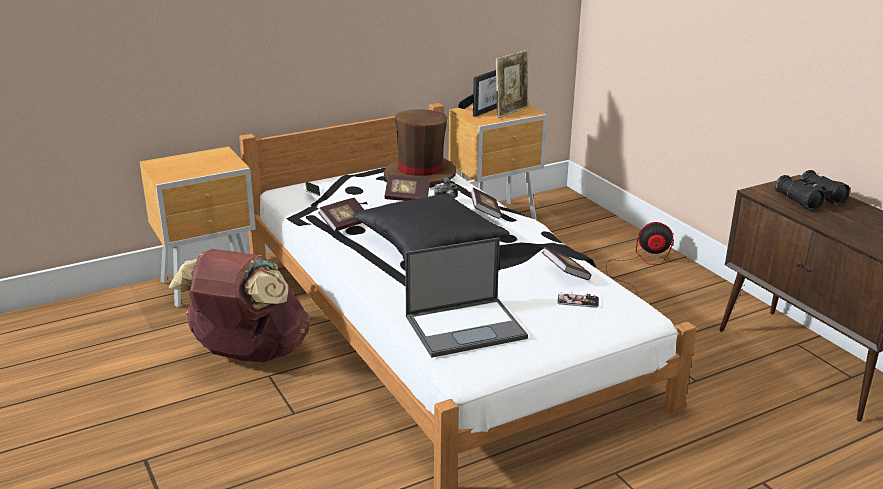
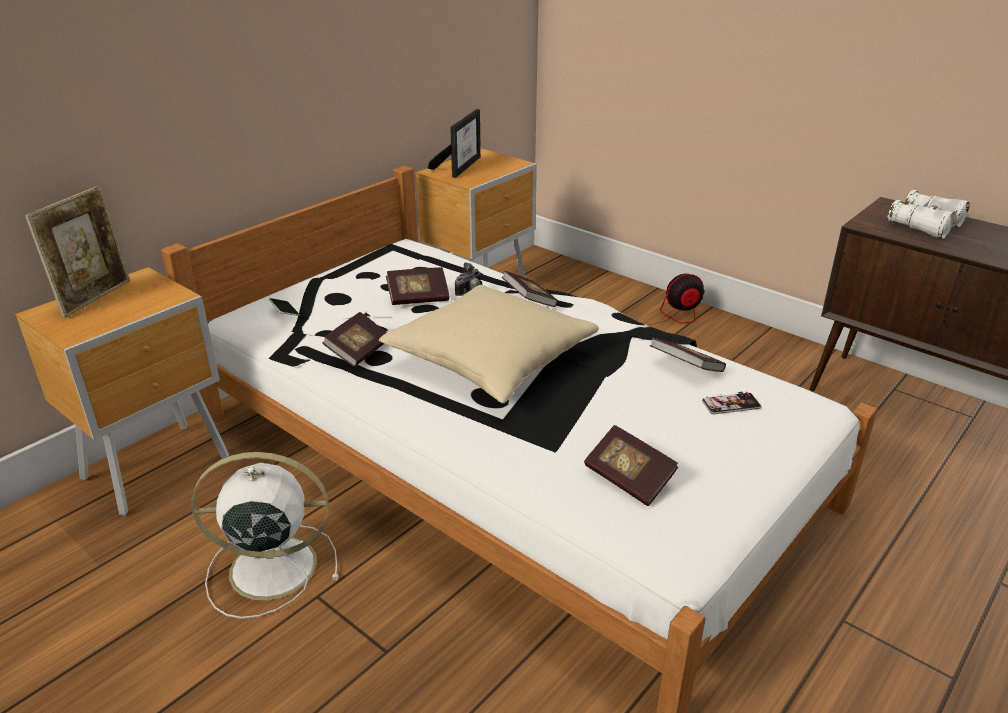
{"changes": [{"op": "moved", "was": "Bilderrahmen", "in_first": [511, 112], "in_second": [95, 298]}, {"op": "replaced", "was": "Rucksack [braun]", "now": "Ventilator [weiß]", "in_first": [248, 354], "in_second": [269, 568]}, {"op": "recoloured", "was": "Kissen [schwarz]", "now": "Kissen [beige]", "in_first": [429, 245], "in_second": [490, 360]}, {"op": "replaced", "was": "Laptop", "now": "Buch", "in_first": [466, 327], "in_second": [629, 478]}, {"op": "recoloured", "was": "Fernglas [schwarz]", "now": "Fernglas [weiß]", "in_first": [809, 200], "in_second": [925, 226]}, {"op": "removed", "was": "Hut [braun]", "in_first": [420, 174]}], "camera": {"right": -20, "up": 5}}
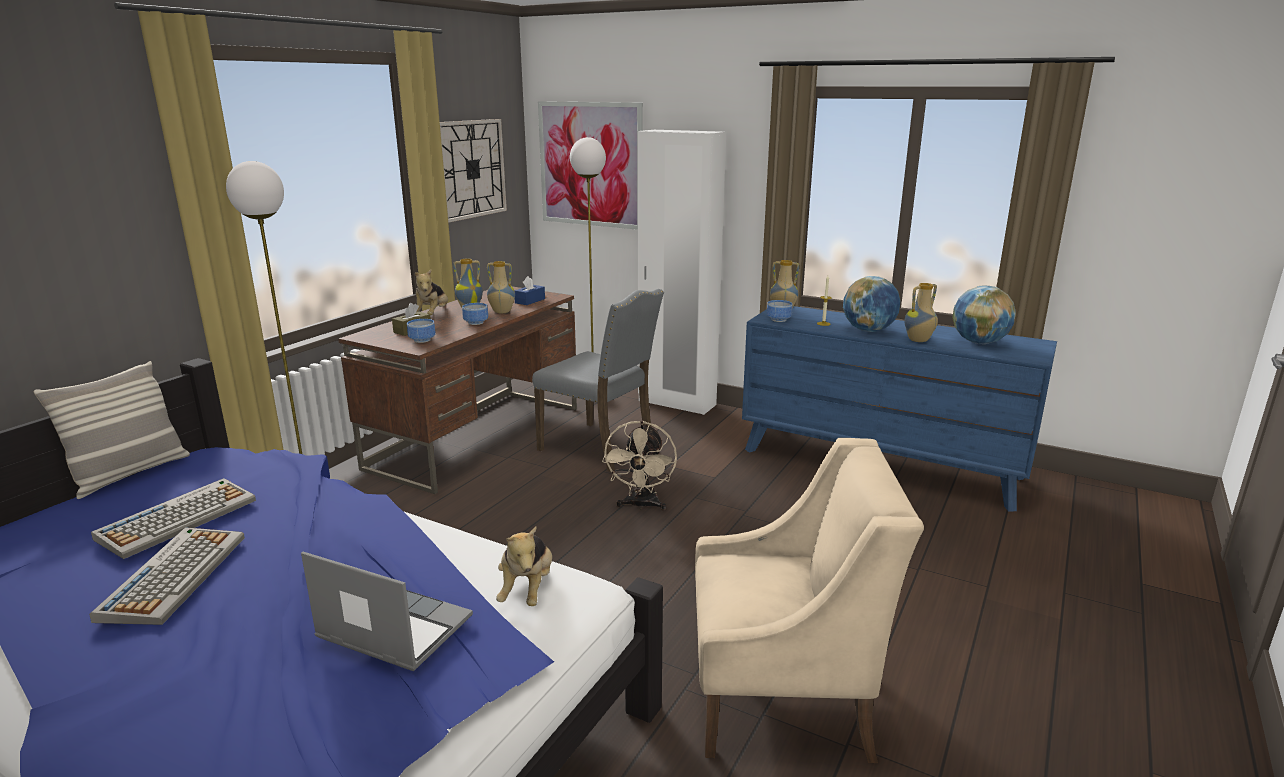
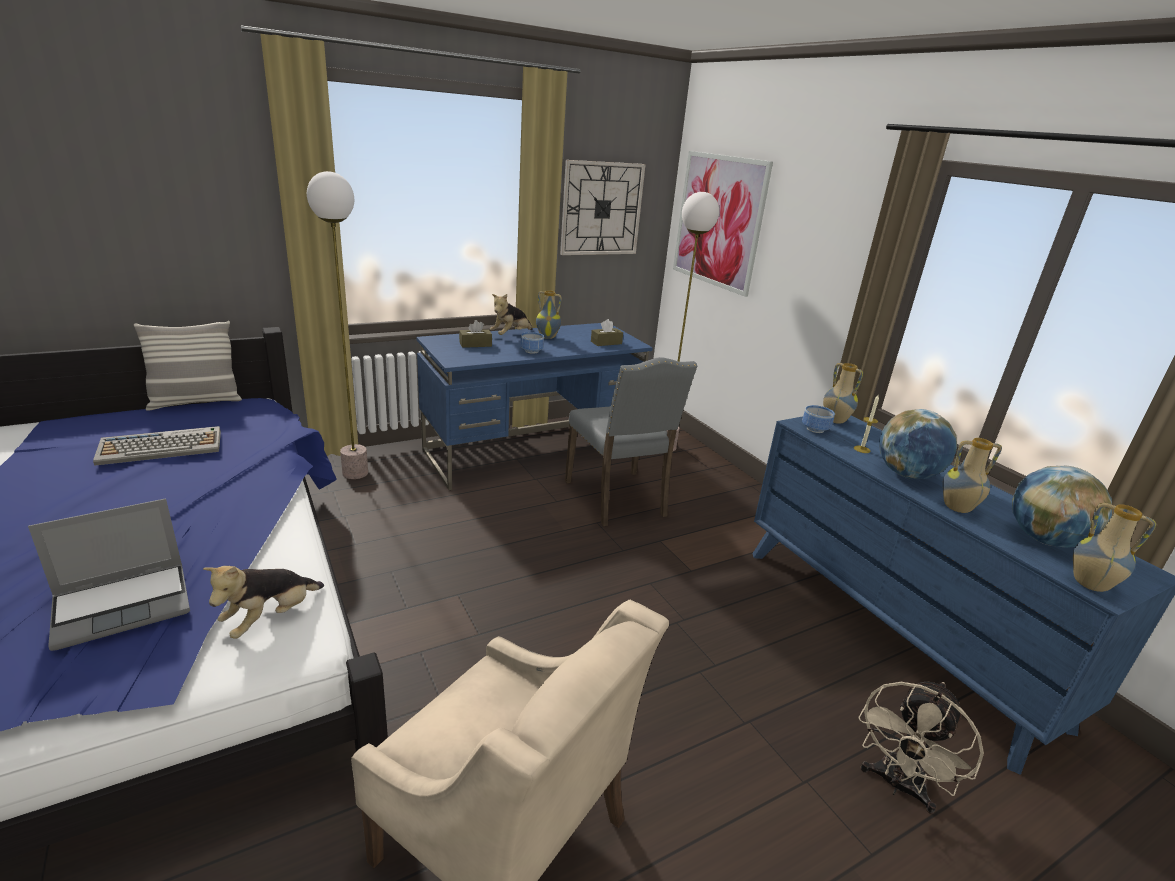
{"changes": [{"op": "turned", "was": "Laptop", "in_first": [392, 629], "in_second": [124, 604], "clockwise": 90}, {"op": "recoloured", "was": "Schreibtisch [braun]", "now": "Schreibtisch [blau]", "in_first": [478, 437], "in_second": [533, 452]}, {"op": "recoloured", "was": "Taschentuchbox [blau]", "now": "Taschentuchbox [braun]", "in_first": [530, 301], "in_second": [606, 343]}, {"op": "moved", "was": "Ventilator [beige]", "in_first": [641, 505], "in_second": [897, 786]}, {"op": "moved", "was": "Vase", "in_first": [501, 312], "in_second": [1089, 585]}, {"op": "removed", "was": "Tastatur", "in_first": [174, 575]}, {"op": "removed", "was": "Schüssel", "in_first": [422, 340]}, {"op": "removed", "was": "Kleiderschrank [weiß]", "in_first": [676, 403]}], "camera": {"right": 30, "up": 5}}
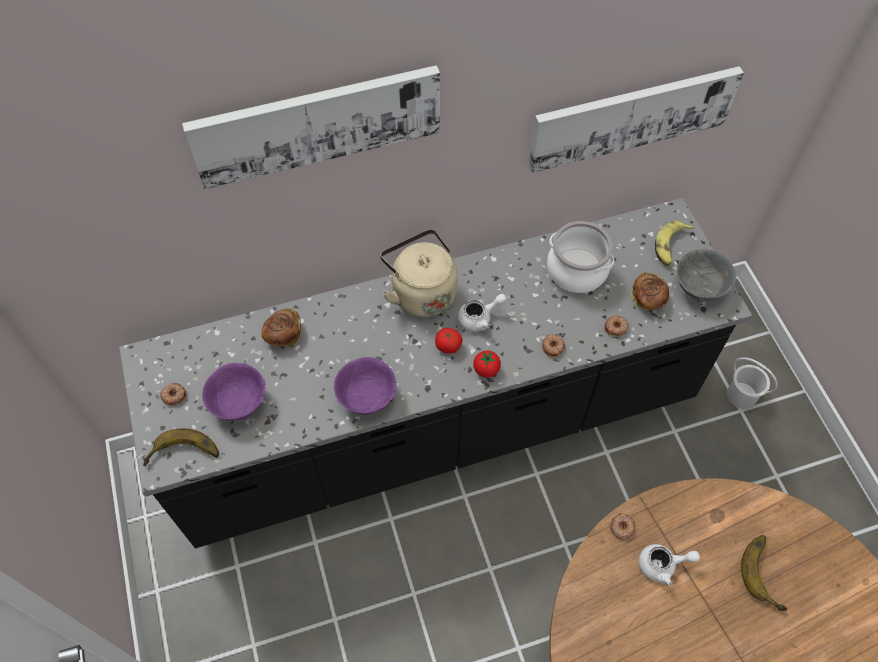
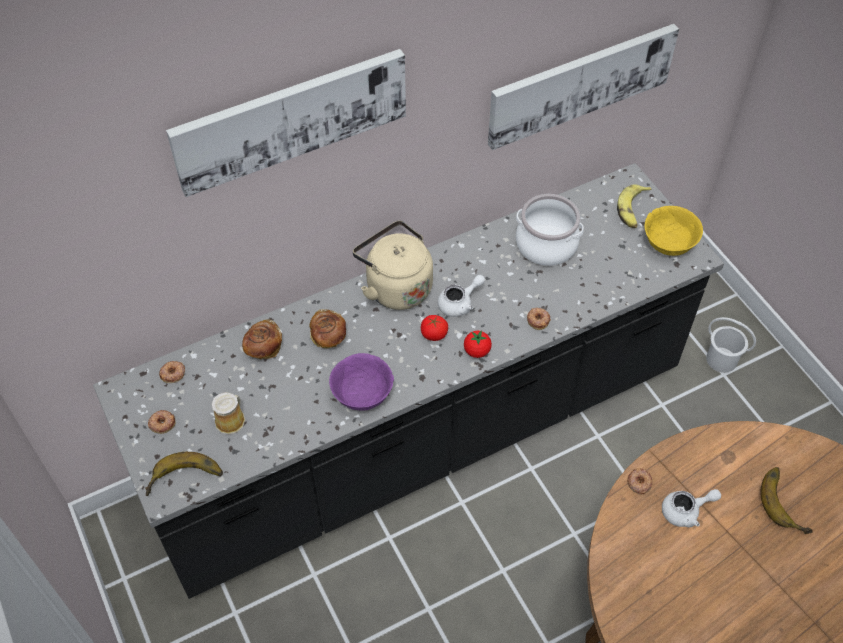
{"changes": [{"op": "moved", "was": "Donut", "in_first": [616, 327], "in_second": [173, 373]}, {"op": "replaced", "was": "Schüssel [lila]", "now": "Henkelbecher", "in_first": [238, 402], "in_second": [231, 419]}, {"op": "moved", "was": "Brot", "in_first": [648, 298], "in_second": [328, 336]}, {"op": "recoloured", "was": "Schüssel [grau]", "now": "Schüssel [gelb]", "in_first": [699, 287], "in_second": [668, 244]}], "camera": {"right": -10, "up": -5}}
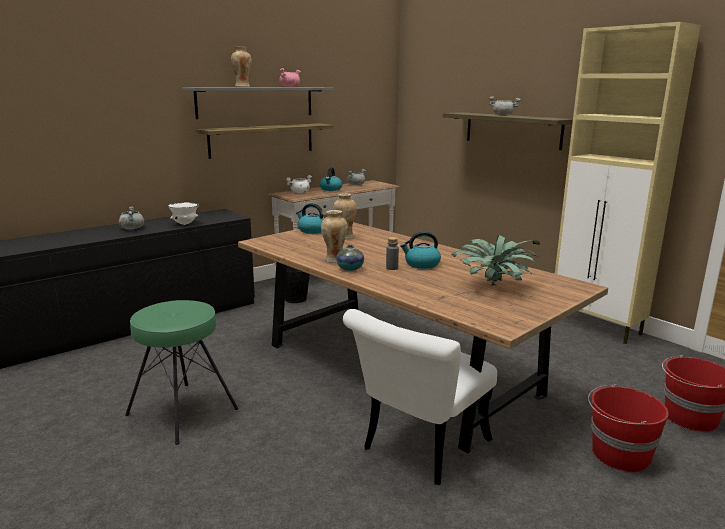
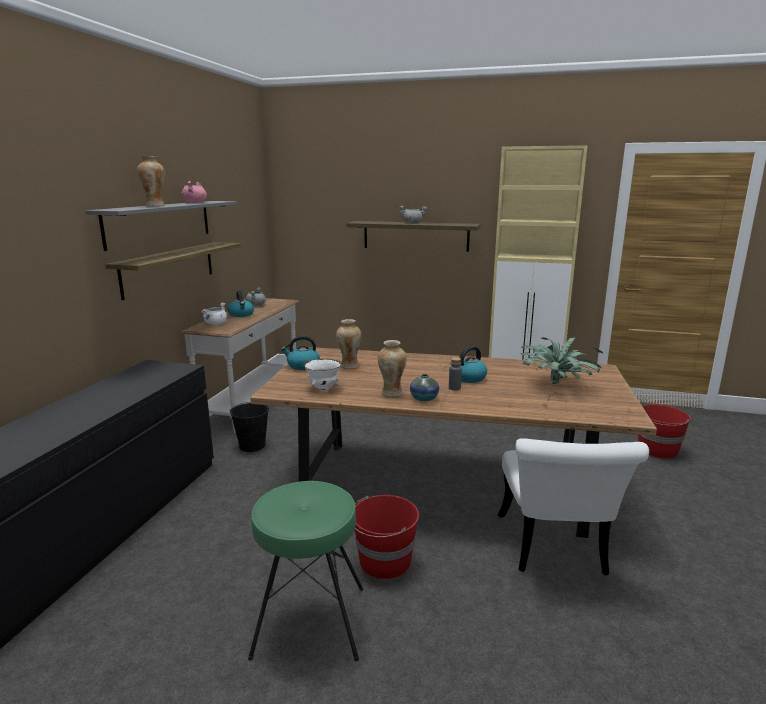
{"changes": [{"op": "moved", "was": "Schüssel [weiß]", "in_first": [185, 224], "in_second": [324, 388]}, {"op": "moved", "was": "Eimer [rot]", "in_first": [619, 455], "in_second": [384, 562]}, {"op": "removed", "was": "Kochtopf [grau]", "in_first": [132, 228]}], "camera": {"right": -35, "up": 0}}
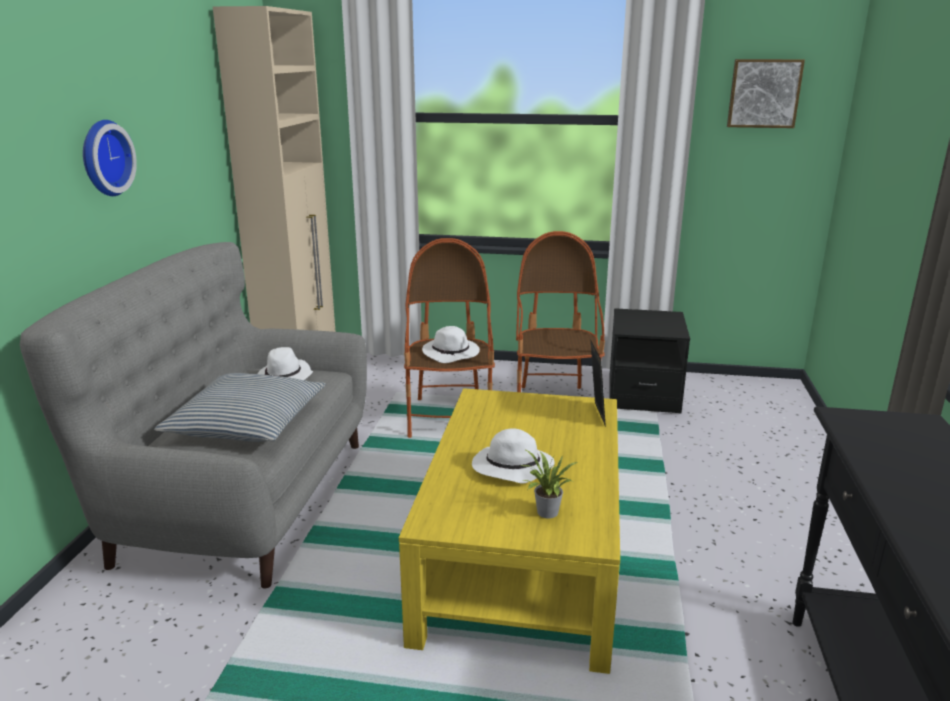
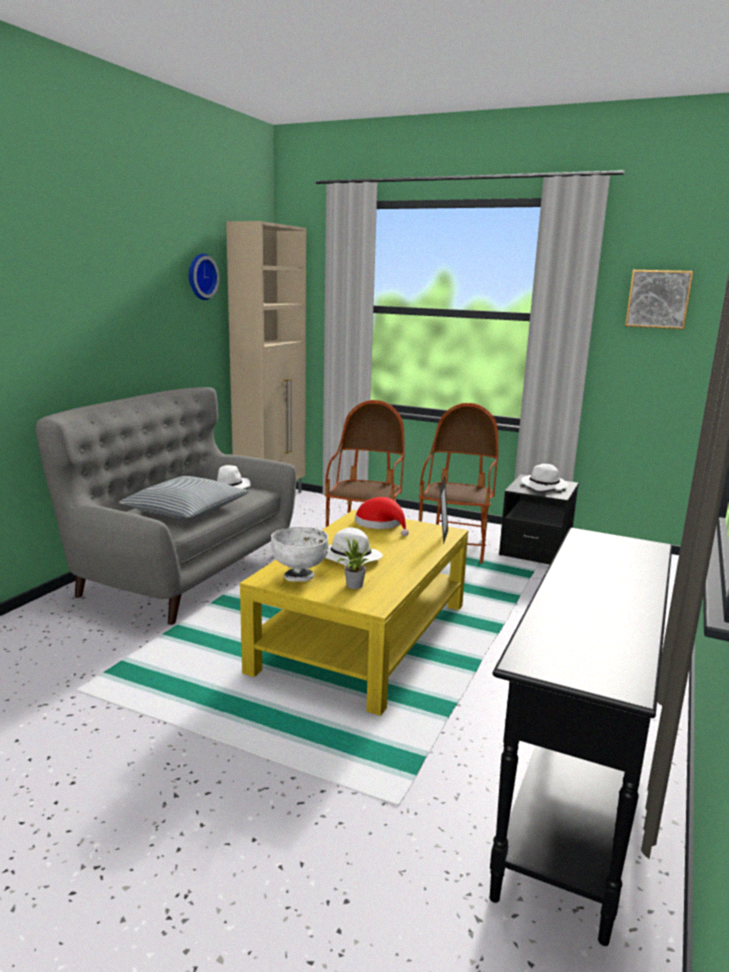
{"changes": [{"op": "moved", "was": "Wanduhr", "in_first": [103, 158], "in_second": [200, 276]}, {"op": "added", "now": "Schüssel [weiß]", "in_second": [300, 577]}, {"op": "added", "now": "Hut [rot]", "in_second": [381, 524]}, {"op": "moved", "was": "Hut [weiß]", "in_first": [451, 353], "in_second": [544, 486]}], "camera": {"right": 15, "up": -5}}
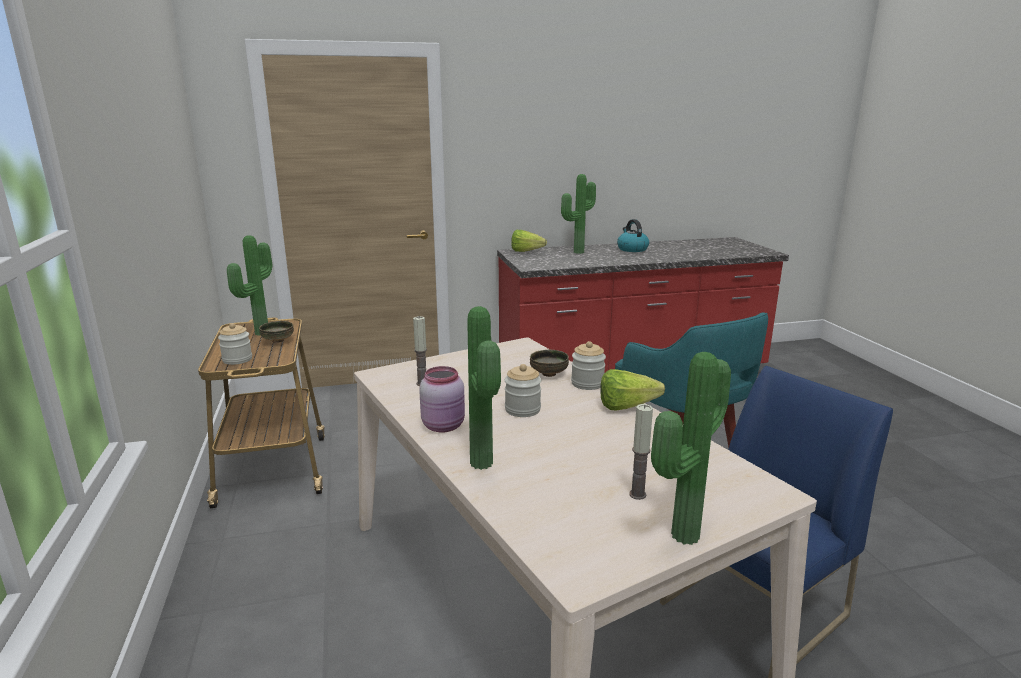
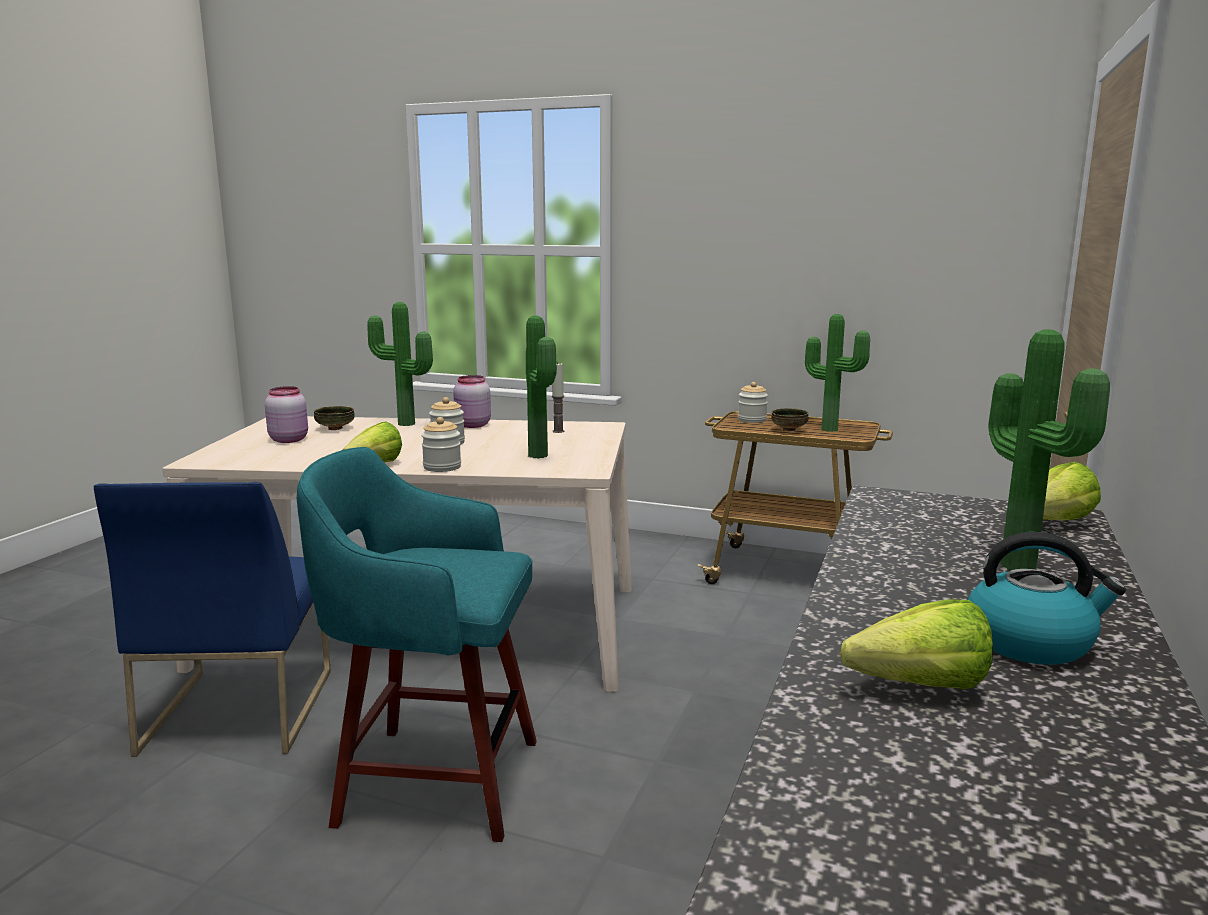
{"changes": [{"op": "replaced", "was": "Kerze", "now": "Vorratsglas [rosa]", "in_first": [637, 494], "in_second": [289, 439]}, {"op": "moved", "was": "Schüssel", "in_first": [549, 374], "in_second": [334, 428]}, {"op": "moved", "was": "Topfpflanze", "in_first": [679, 534], "in_second": [541, 455]}, {"op": "added", "now": "Salatkopf", "in_second": [907, 687]}], "camera": {"right": 125, "up": -5}}
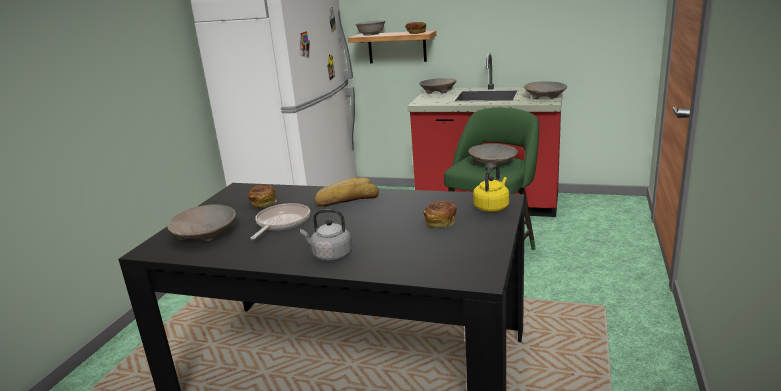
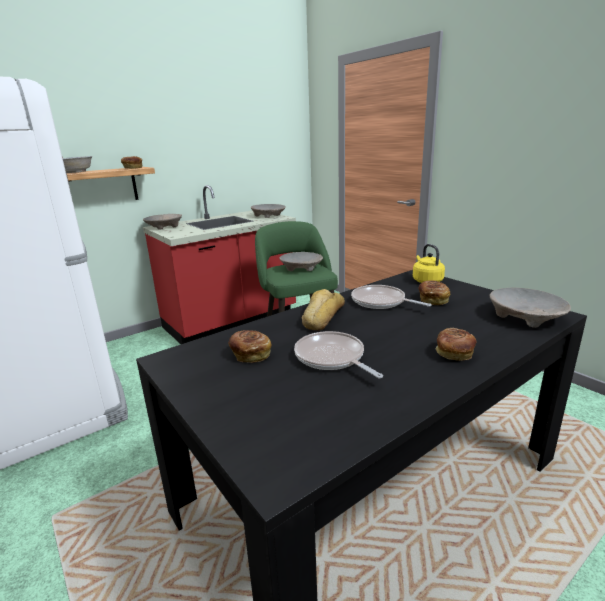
{"changes": [{"op": "added", "now": "Pfanne", "in_second": [381, 302]}, {"op": "replaced", "was": "Wasserkessel [grau]", "now": "Brot", "in_first": [330, 255], "in_second": [454, 354]}, {"op": "moved", "was": "Schüssel [beige]", "in_first": [206, 234], "in_second": [525, 316]}], "camera": {"right": -55, "up": 0}}
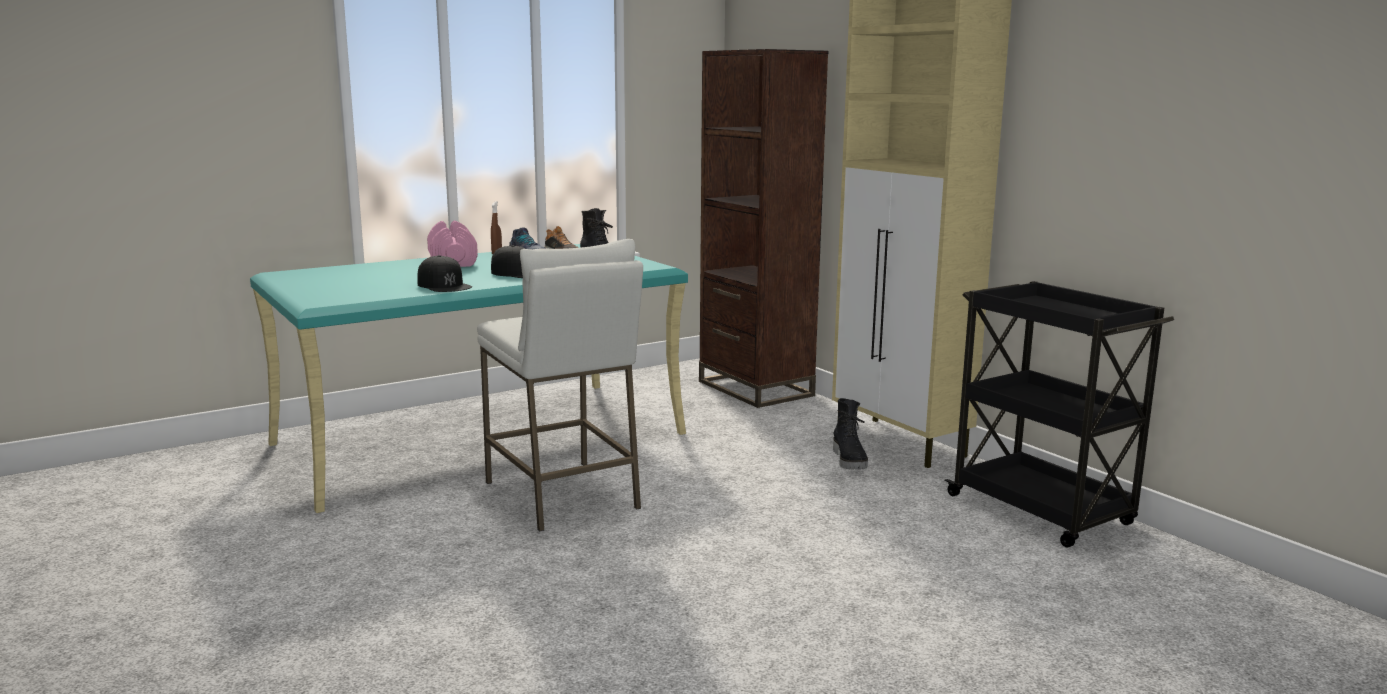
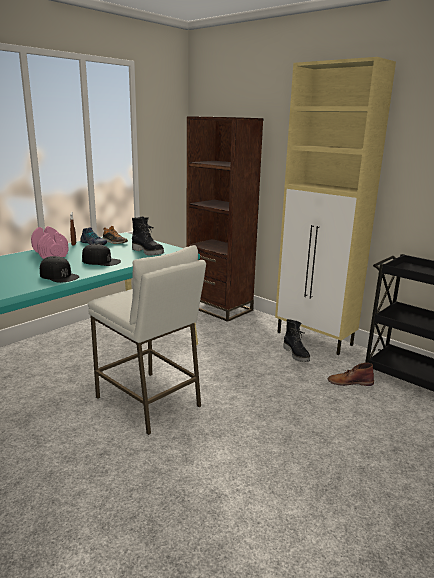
{"changes": [{"op": "added", "now": "Stiefel [braun]", "in_second": [349, 382]}], "camera": {"right": -15, "up": 5}}
